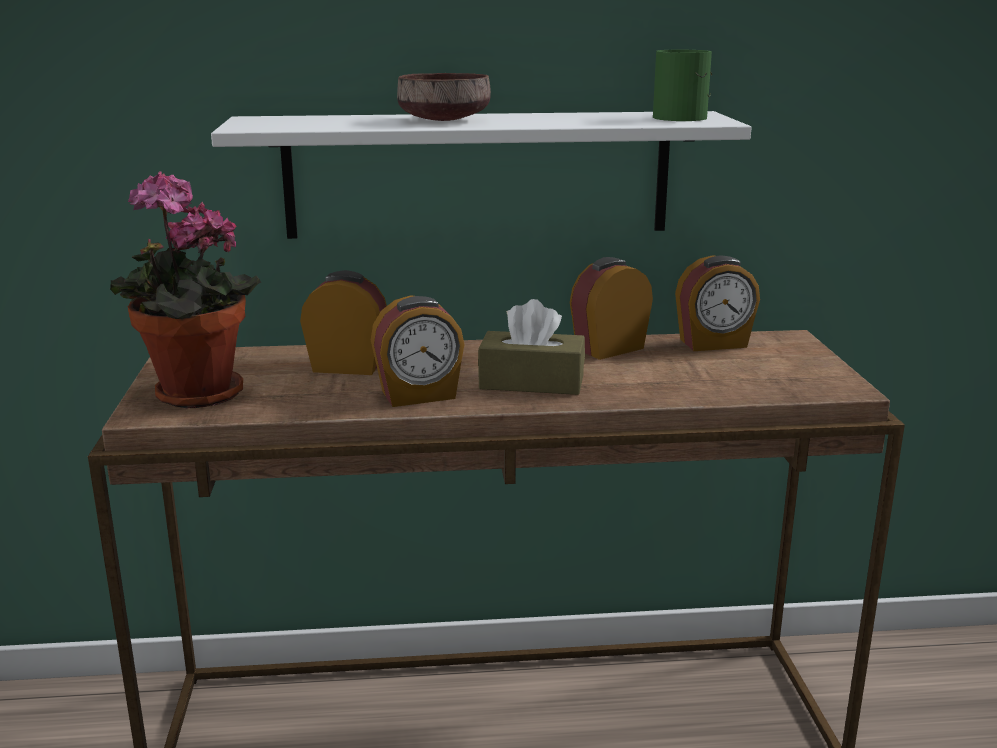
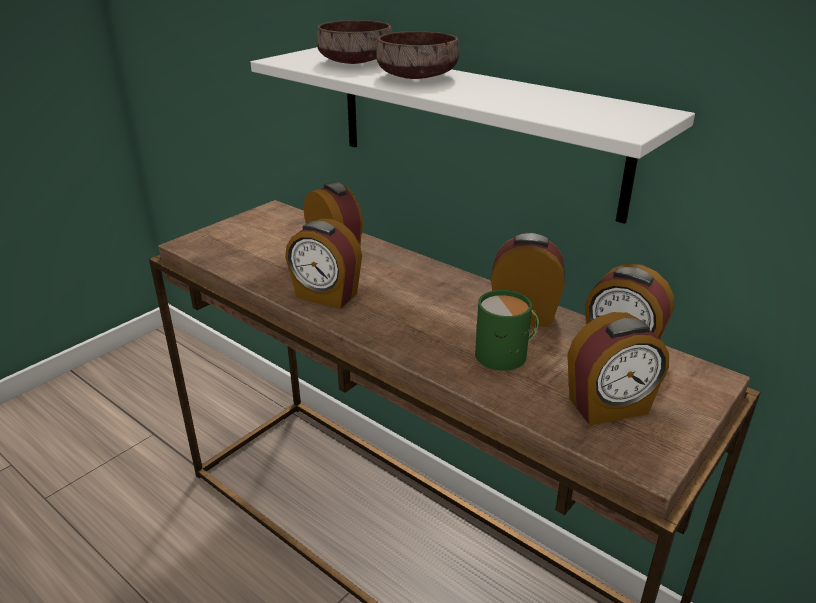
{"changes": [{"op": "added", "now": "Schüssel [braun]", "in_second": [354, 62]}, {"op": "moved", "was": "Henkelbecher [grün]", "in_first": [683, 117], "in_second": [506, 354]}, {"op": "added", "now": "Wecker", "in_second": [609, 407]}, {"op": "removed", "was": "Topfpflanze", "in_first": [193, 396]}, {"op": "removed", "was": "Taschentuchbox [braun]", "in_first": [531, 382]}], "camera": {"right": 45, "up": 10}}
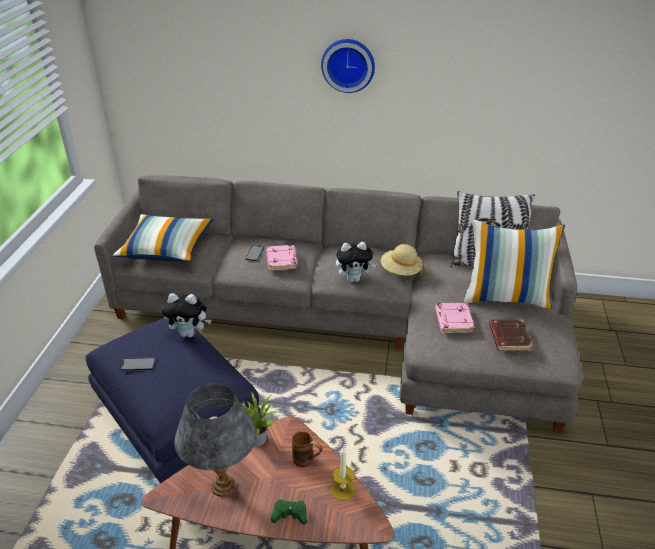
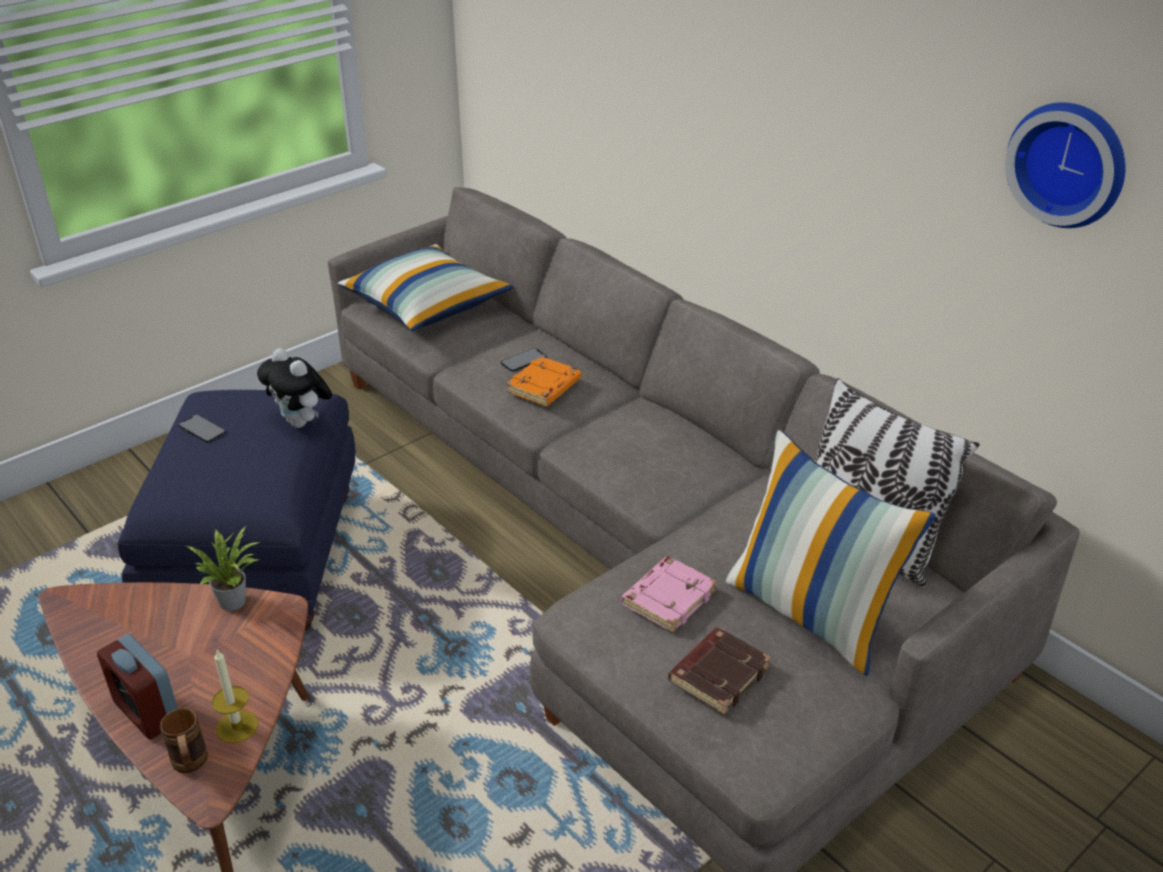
{"changes": [{"op": "replaced", "was": "Gamepad [grün]", "now": "Wecker", "in_first": [290, 515], "in_second": [147, 712]}, {"op": "moved", "was": "Henkelbecher [braun]", "in_first": [307, 461], "in_second": [190, 766]}, {"op": "recoloured", "was": "Buch [rosa]", "now": "Buch [orange]", "in_first": [282, 260], "in_second": [544, 387]}, {"op": "moved", "was": "Wanduhr", "in_first": [348, 64], "in_second": [1069, 163]}, {"op": "removed", "was": "Tischlampe [grau]", "in_first": [223, 486]}, {"op": "removed", "was": "Plüschtier", "in_first": [354, 279]}, {"op": "removed", "was": "Hut [beige]", "in_first": [400, 271]}], "camera": {"right": 40, "up": 0}}
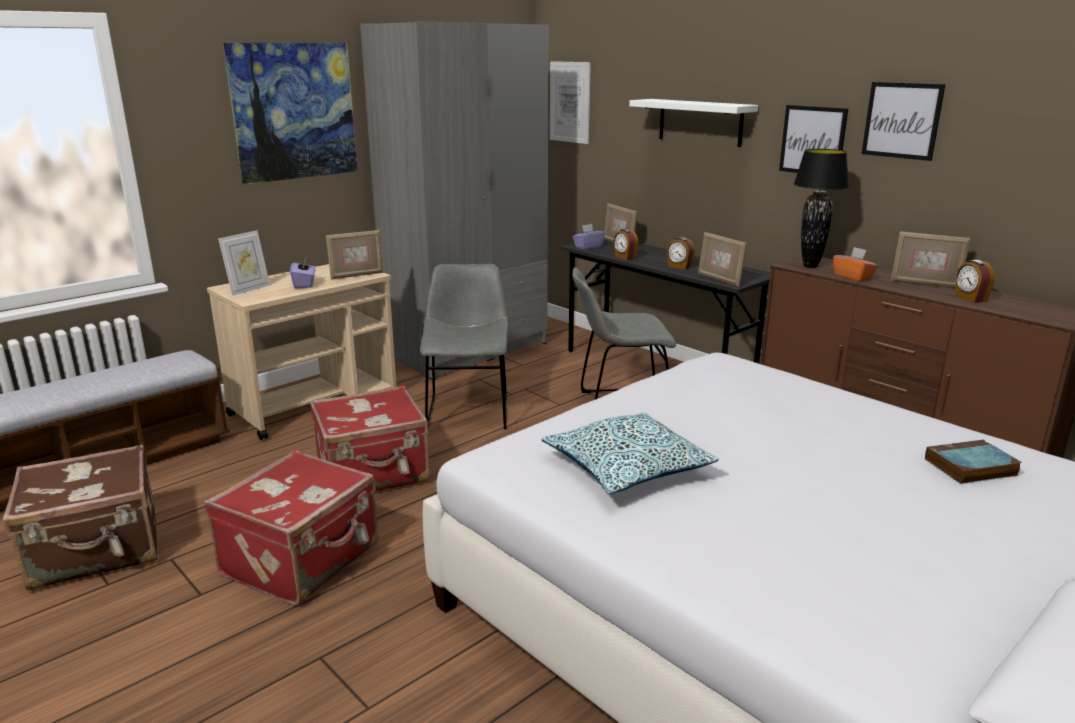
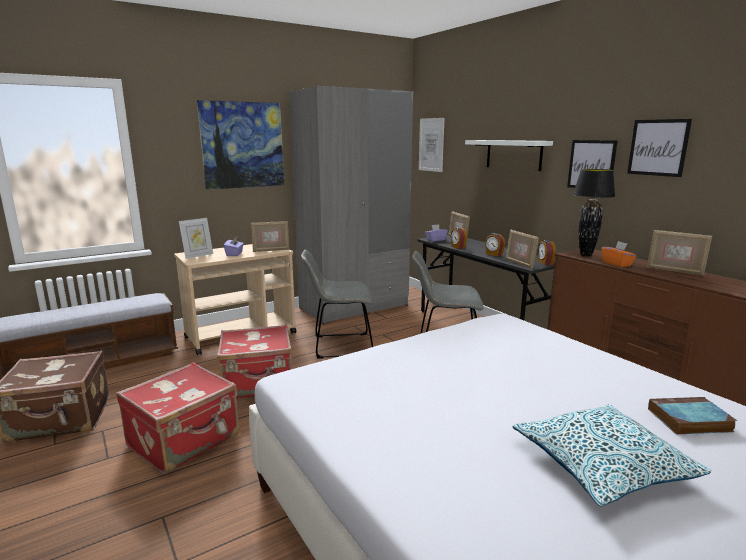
{"changes": [{"op": "turned", "was": "Stuhl [grau]", "in_first": [468, 410], "in_second": [338, 346], "clockwise": -105}, {"op": "moved", "was": "Kissen", "in_first": [627, 468], "in_second": [602, 466]}, {"op": "moved", "was": "Wecker", "in_first": [970, 298], "in_second": [545, 263]}], "camera": {"right": 10, "up": -5}}
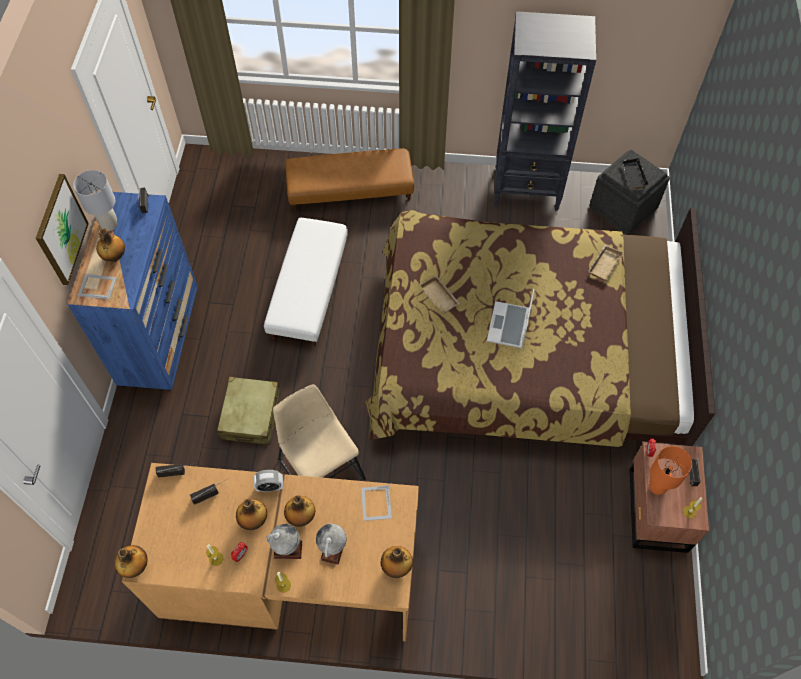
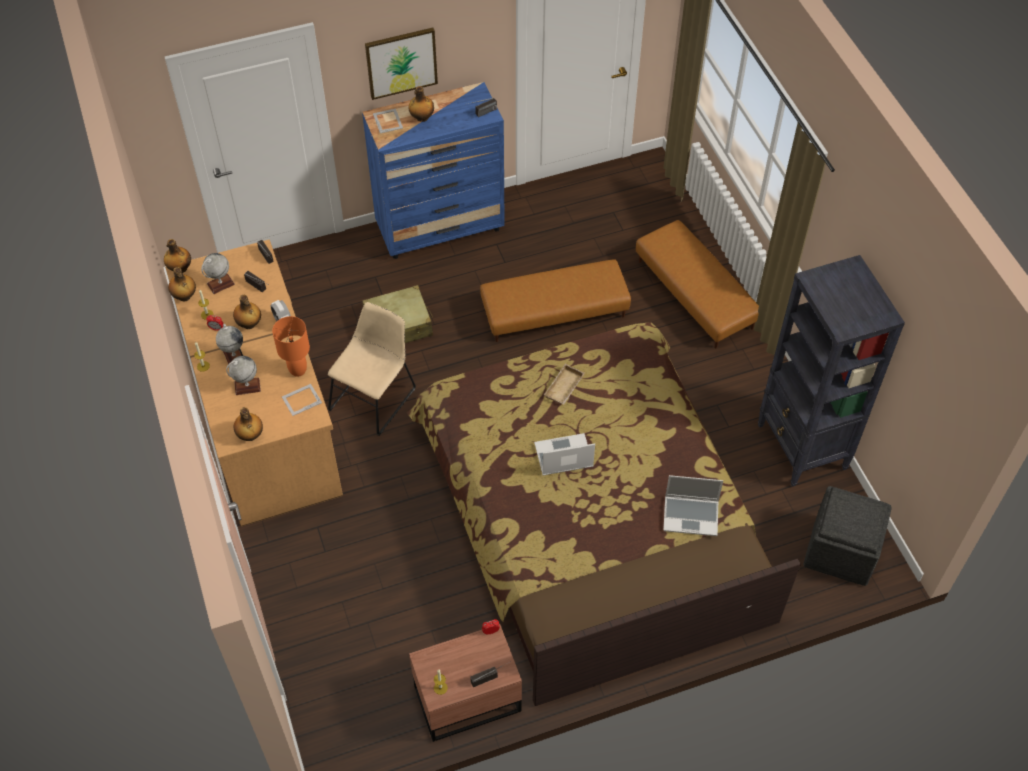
{"changes": [{"op": "moved", "was": "Flasche", "in_first": [301, 517], "in_second": [184, 297]}, {"op": "added", "now": "Globus", "in_second": [220, 284]}, {"op": "moved", "was": "Tischlampe [orange]", "in_first": [657, 487], "in_second": [298, 370]}, {"op": "recoloured", "was": "Polsterhocker [weiß]", "now": "Polsterhocker [braun]", "in_first": [308, 290], "in_second": [554, 310]}, {"op": "replaced", "was": "Tablett [beige]", "now": "Laptop", "in_first": [604, 264], "in_second": [691, 516]}, {"op": "removed", "was": "Tischlampe [grau]", "in_first": [109, 225]}, {"op": "removed", "was": "Tablett [schwarz]", "in_first": [632, 175]}], "camera": {"right": 65, "up": -5}}
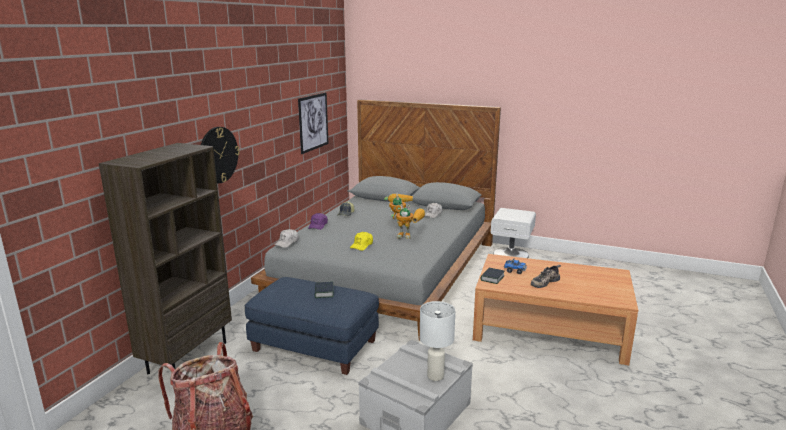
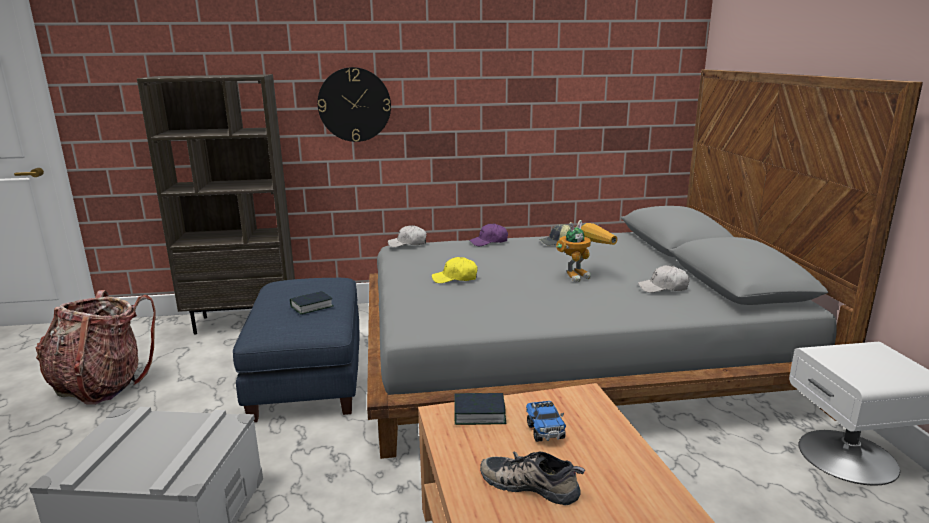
{"changes": [{"op": "removed", "was": "Bild", "in_first": [313, 122]}, {"op": "removed", "was": "Spielzeugroboter", "in_first": [410, 236]}, {"op": "removed", "was": "Tischlampe [weiß]", "in_first": [435, 375]}], "camera": {"right": 60, "up": 0}}
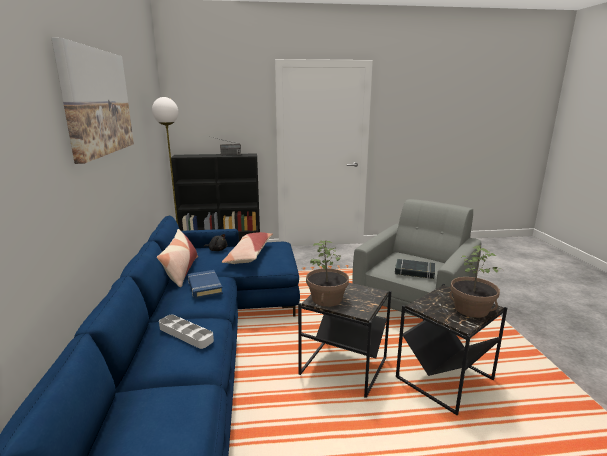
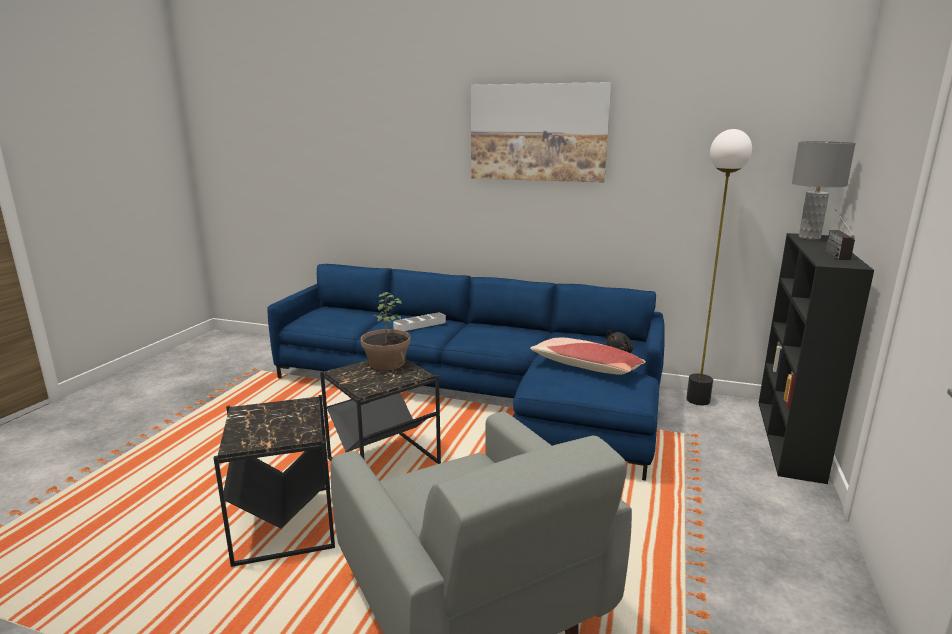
{"changes": [{"op": "added", "now": "Tischlampe [grau]", "in_second": [809, 237]}, {"op": "removed", "was": "Kissen", "in_first": [180, 271]}, {"op": "removed", "was": "Buch [blau]", "in_first": [204, 287]}, {"op": "removed", "was": "Buch [schwarz]", "in_first": [414, 272]}, {"op": "removed", "was": "Topfpflanze", "in_first": [471, 309]}], "camera": {"right": 115, "up": 0}}
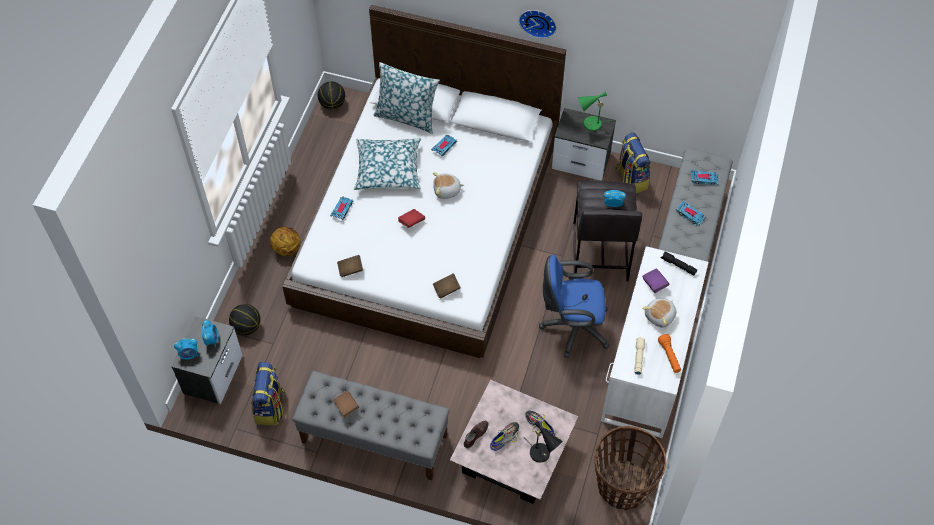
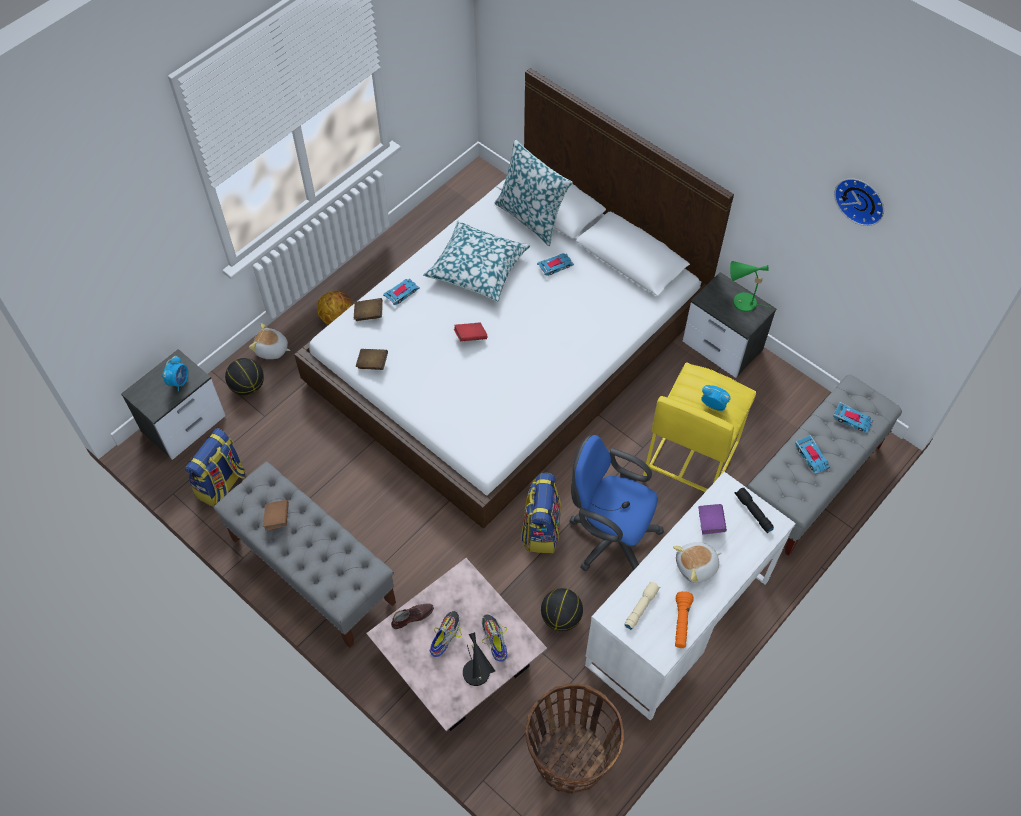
{"changes": [{"op": "moved", "was": "Plüschtier", "in_first": [447, 190], "in_second": [272, 350]}, {"op": "moved", "was": "Buch [braun]", "in_first": [446, 289], "in_second": [369, 314]}, {"op": "turned", "was": "Schuh", "in_first": [505, 437], "in_second": [445, 635], "clockwise": -45}, {"op": "moved", "was": "Rucksack", "in_first": [630, 178], "in_second": [540, 529]}, {"op": "moved", "was": "Basketball", "in_first": [332, 104], "in_second": [561, 617]}, {"op": "recoloured", "was": "Hocker [grau]", "now": "Hocker [gelb]", "in_first": [599, 252], "in_second": [689, 461]}, {"op": "moved", "was": "Wanduhr", "in_first": [538, 21], "in_second": [861, 199]}, {"op": "removed", "was": "Wecker", "in_first": [189, 354]}], "camera": {"right": 25, "up": 0}}
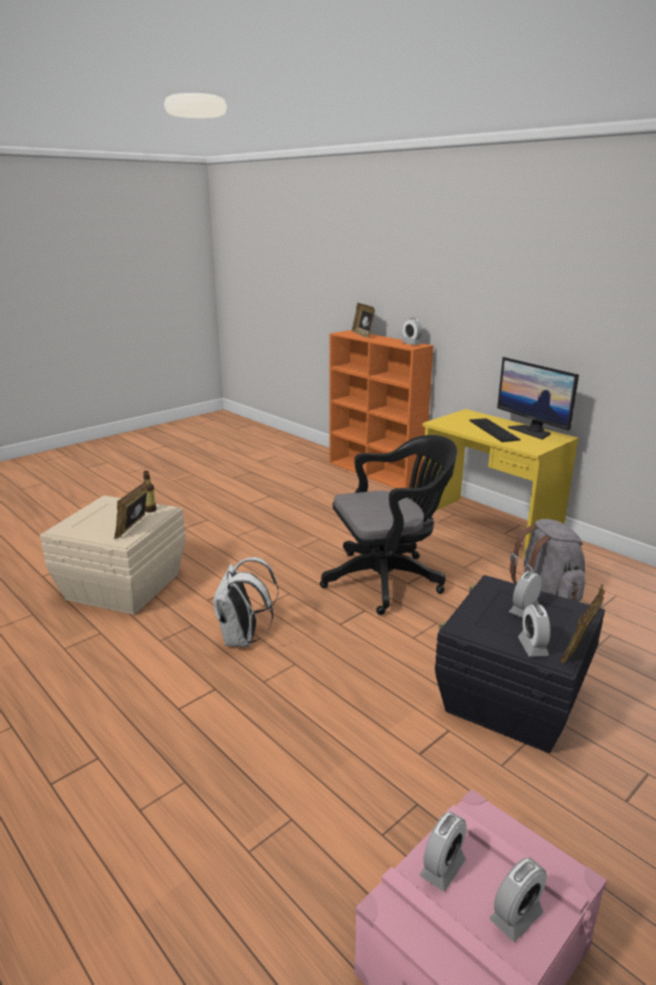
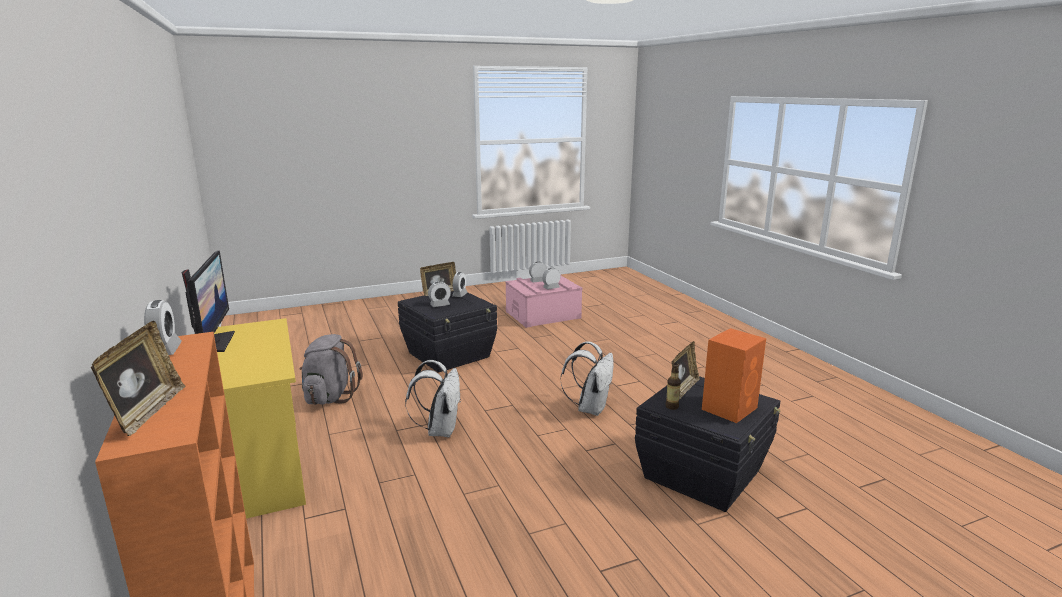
{"changes": [{"op": "replaced", "was": "Bürostuhl [schwarz]", "now": "Rucksack [weiß]", "in_first": [388, 579], "in_second": [440, 430]}, {"op": "recoloured", "was": "Aufbewahrungsbox [beige]", "now": "Aufbewahrungsbox [schwarz]", "in_first": [122, 587], "in_second": [703, 474]}, {"op": "added", "now": "Lautsprecher [orange]", "in_second": [730, 408]}, {"op": "removed", "was": "Tastatur", "in_first": [493, 430]}], "camera": {"right": -160, "up": -5}}
